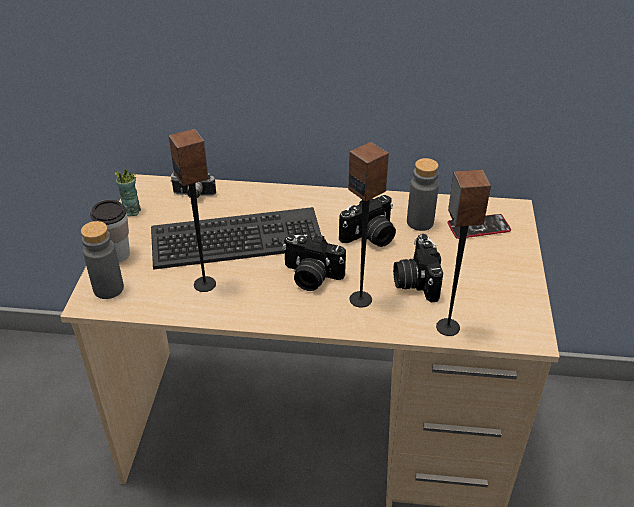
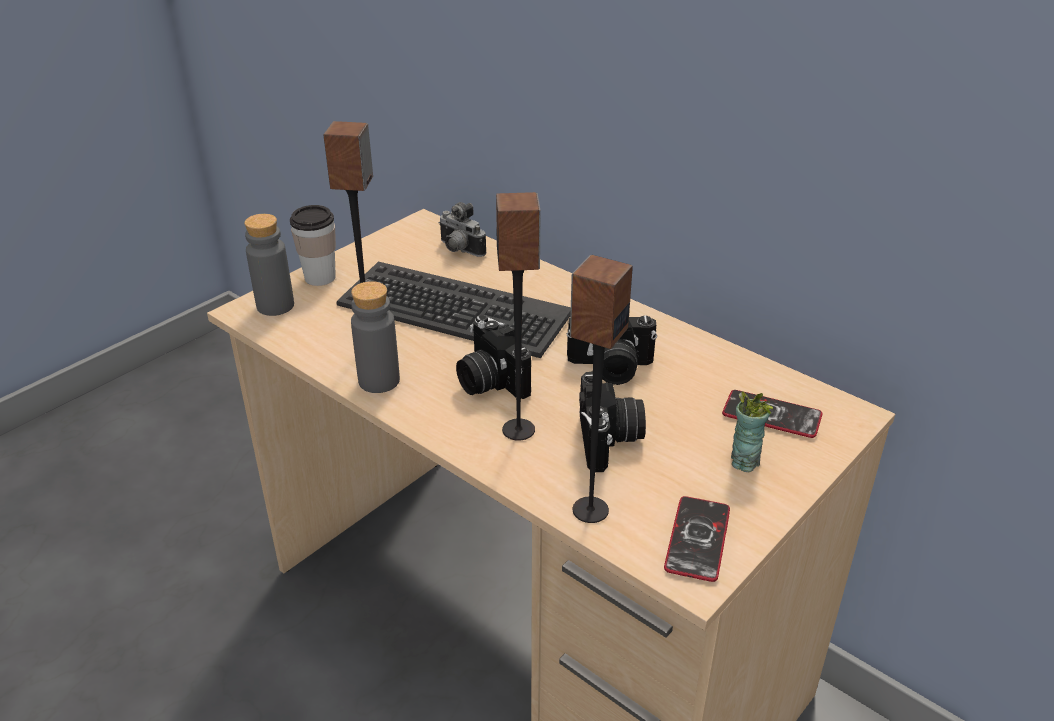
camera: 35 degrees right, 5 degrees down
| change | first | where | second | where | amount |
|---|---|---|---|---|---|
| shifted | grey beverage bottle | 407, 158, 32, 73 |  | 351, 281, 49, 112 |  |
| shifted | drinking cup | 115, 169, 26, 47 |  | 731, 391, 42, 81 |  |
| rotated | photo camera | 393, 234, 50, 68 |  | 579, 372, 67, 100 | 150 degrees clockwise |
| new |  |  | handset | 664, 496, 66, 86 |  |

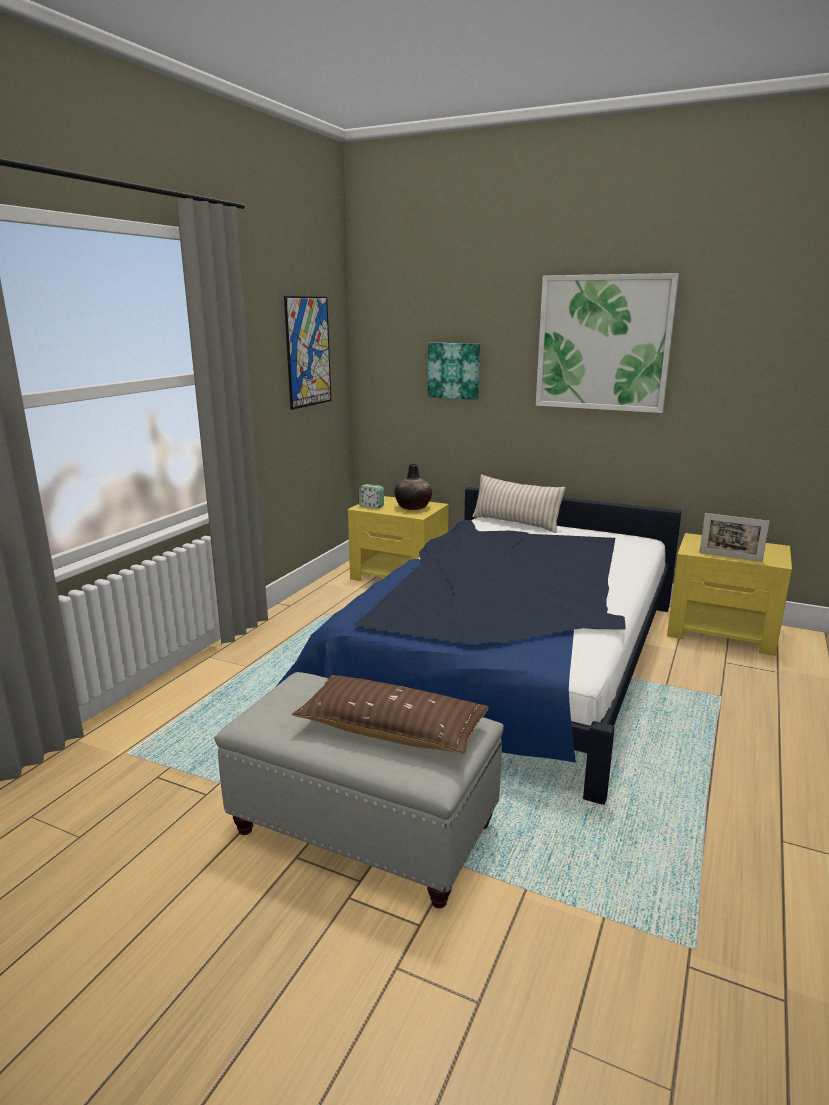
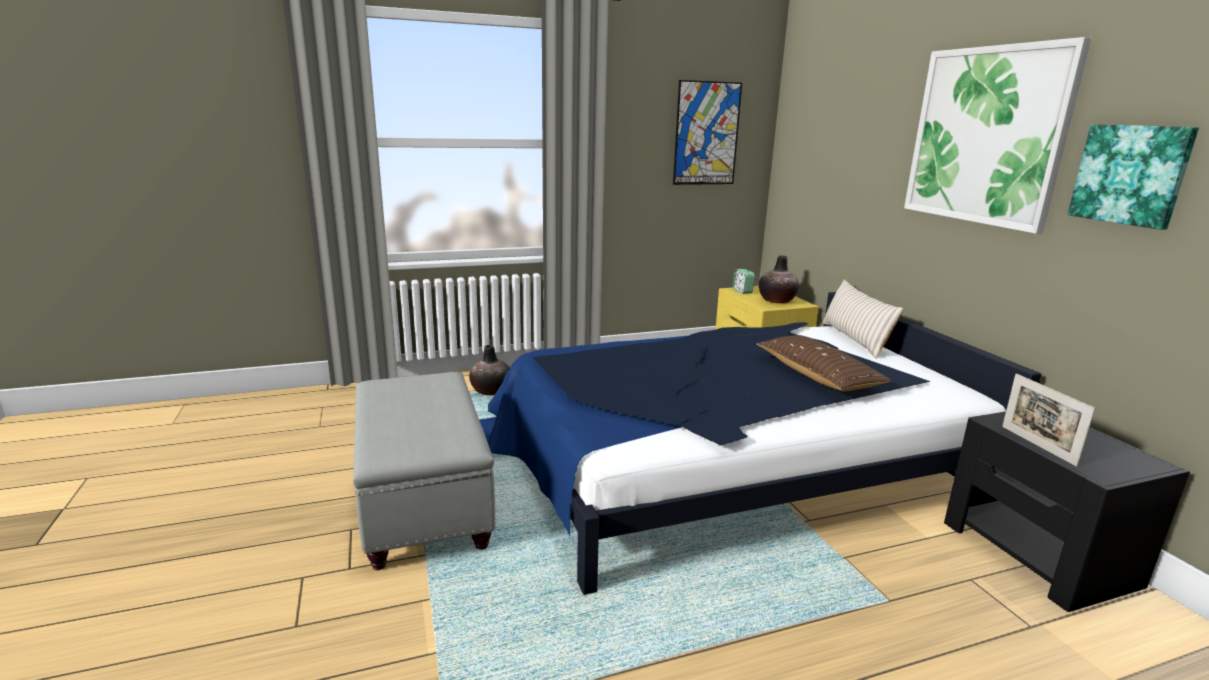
camera: 45 degrees right, 0 degrees up
| change | first | where | second | where | amount |
|---|---|---|---|---|---|
| shifted | wall picture | 428, 343, 52, 57 |  | 1067, 124, 132, 106 |  |
| repainted | yellow-coloured night table | 667, 533, 125, 123 | black night table | 944, 412, 246, 200 |  |
| shifted | brown-coloured cushion | 292, 675, 197, 79 |  | 757, 335, 135, 56 |  |
| new |  |  | flower vase | 469, 345, 41, 51 |  |

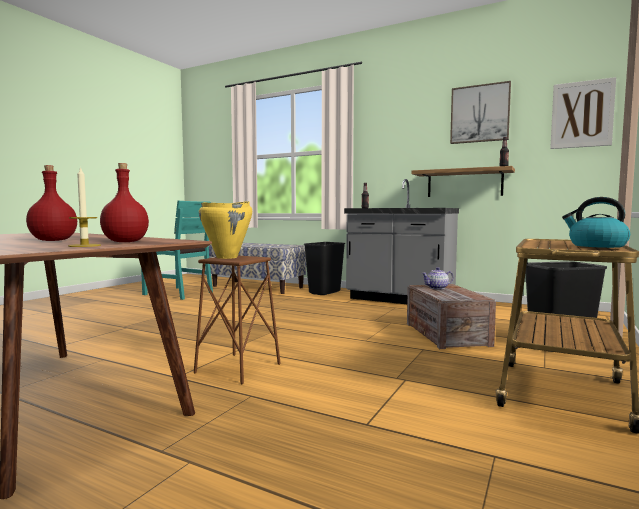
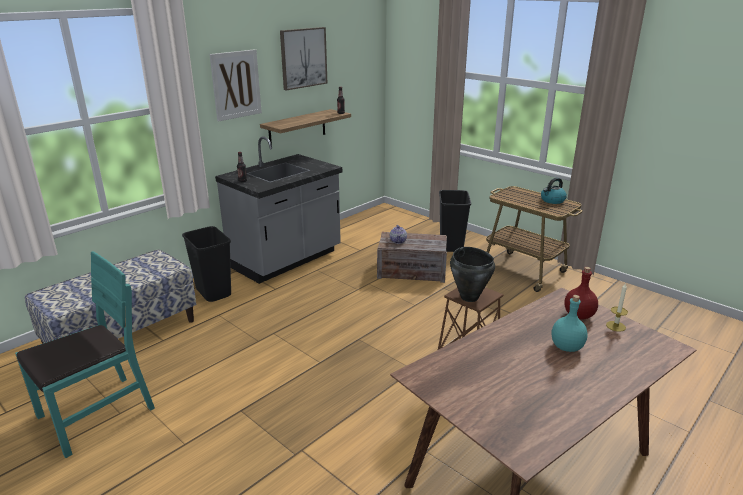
camera: 75 degrees left, 20 degrees up
| change | first | where | second | where | amount |
|---|---|---|---|---|---|
| shifted | wall picture | 550, 77, 66, 72 |  | 210, 49, 52, 72 |  |
| repainted | red beverage bottle | 26, 165, 51, 76 | blue-green beverage bottle | 551, 295, 37, 57 |  |
| repainted | yellow-coloured saucepot | 199, 201, 53, 58 | black saucepot | 450, 247, 45, 55 |  |

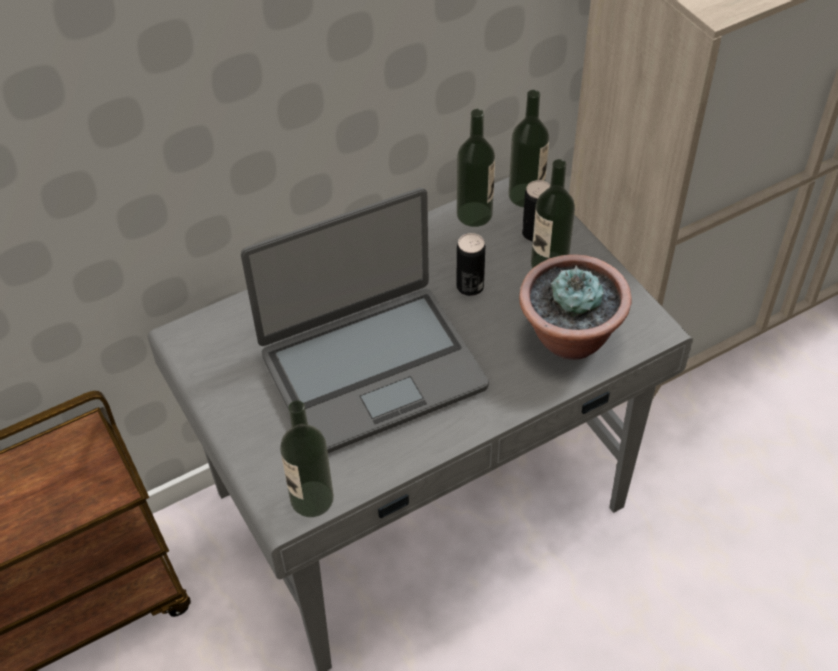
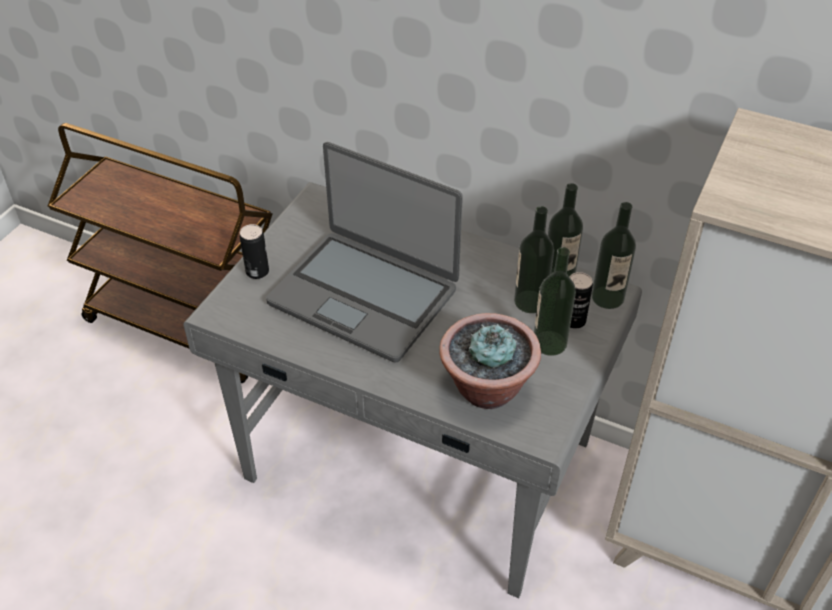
camera: 55 degrees right, 5 degrees down
| change | first | where | second | where | amount |
|---|---|---|---|---|---|
| shifted | sealed can | 456, 233, 29, 63 |  | 240, 224, 29, 55 |  |
| shifted | beverage bottle | 280, 400, 54, 117 |  | 514, 206, 40, 107 |  |

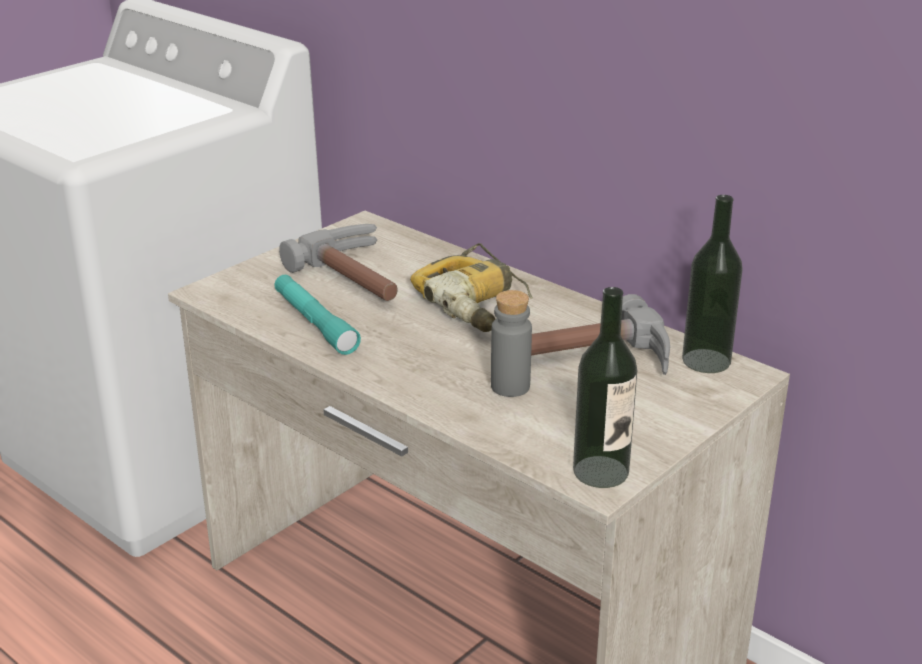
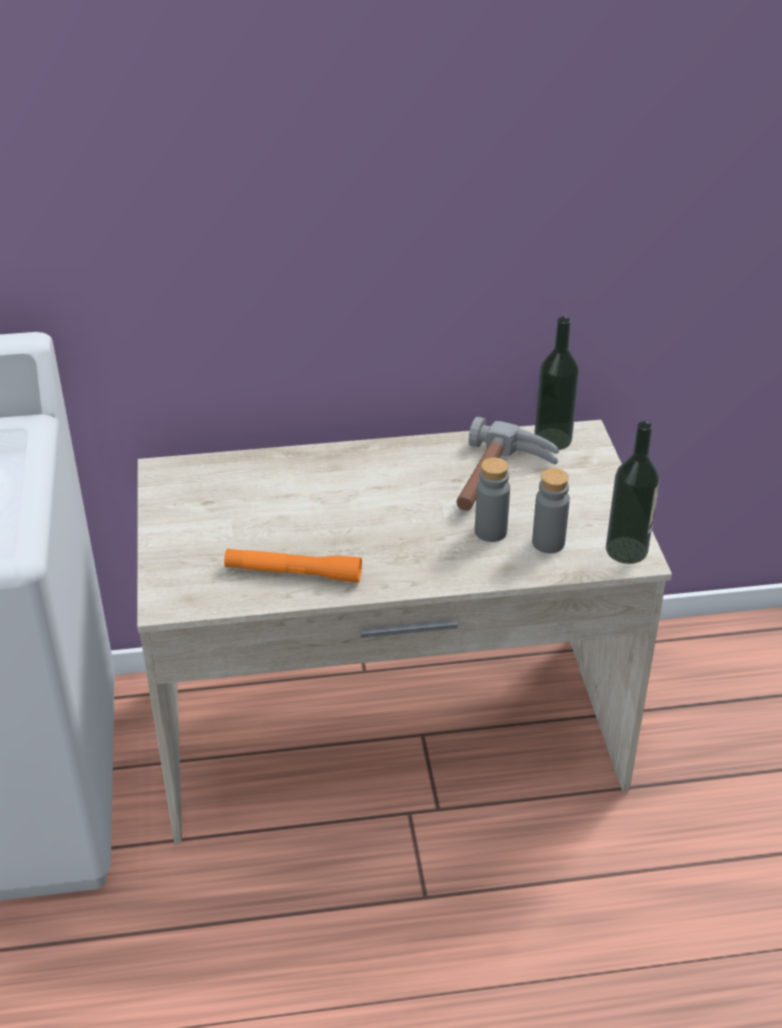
camera: 50 degrees left, 10 degrees up
| change | first | where | second | where | amount |
|---|---|---|---|---|---|
| gone | hand hammer | 279, 224, 119, 77 |  |  |  |
| gone | drill | 410, 243, 123, 89 |  |  |  |
| repainted | blue-green hand torch | 274, 275, 87, 80 | orange-coloured hand torch | 224, 548, 138, 35 |  |
| new |  |  | grey beverage bottle | 532, 468, 38, 85 |  |

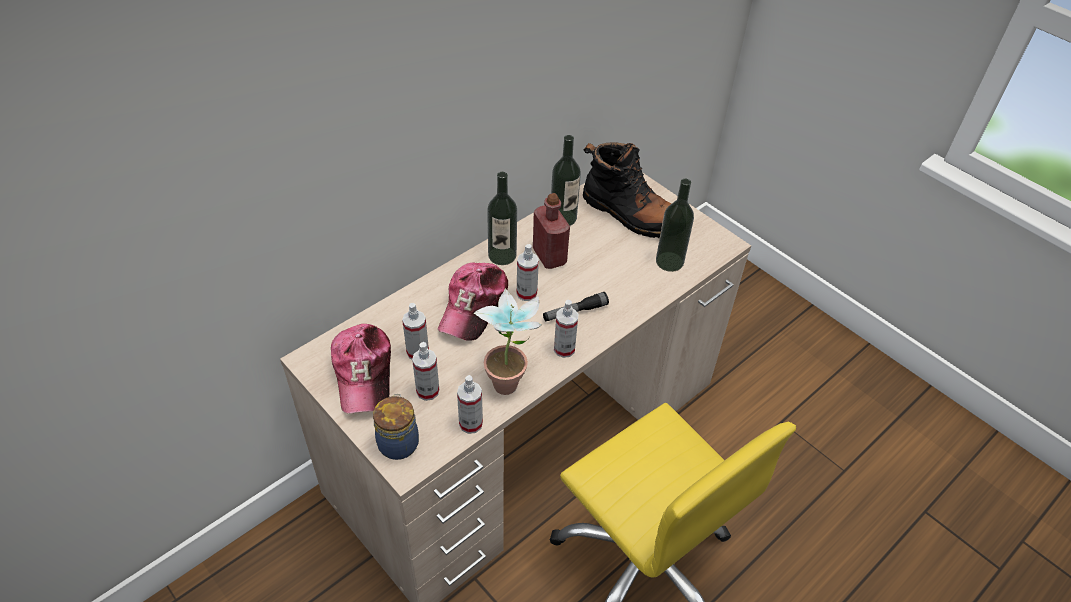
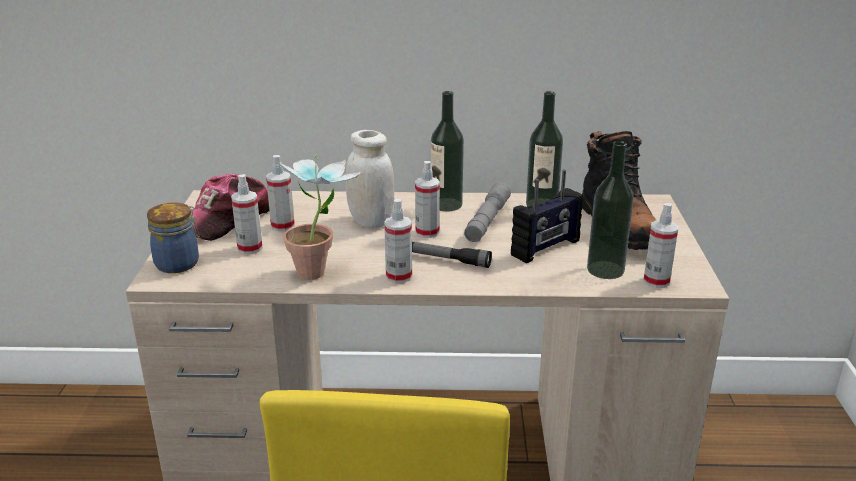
camera: 45 degrees right, 20 degrees down
| change | first | where | second | where | amount |
|---|---|---|---|---|---|
| swapped | red beverage bottle | 533, 193, 37, 76 | grey hand torch | 464, 182, 47, 60 |  |
| swapped | peaked cap | 438, 262, 70, 79 | white preserve jar | 346, 130, 48, 98 |  |
| shifted | spray bottle | 457, 375, 26, 59 |  | 643, 203, 35, 85 |  |
| new |  |  | radio receiver | 511, 170, 73, 93 |  |

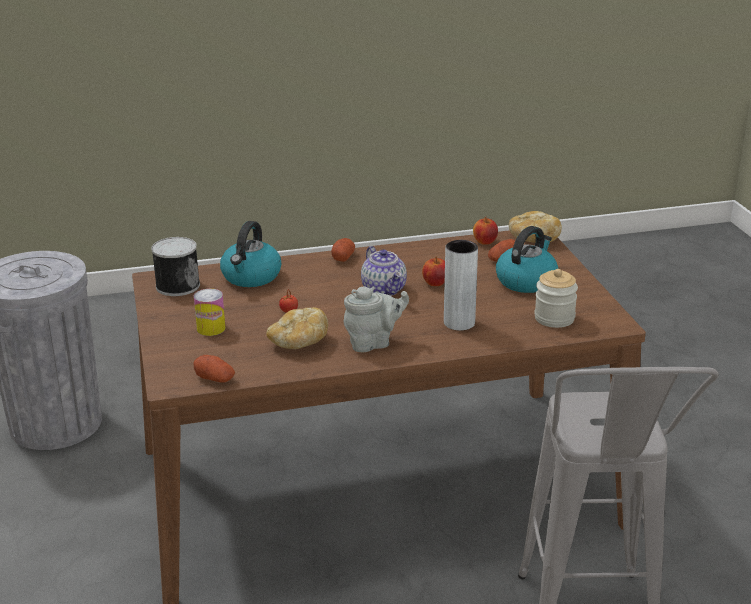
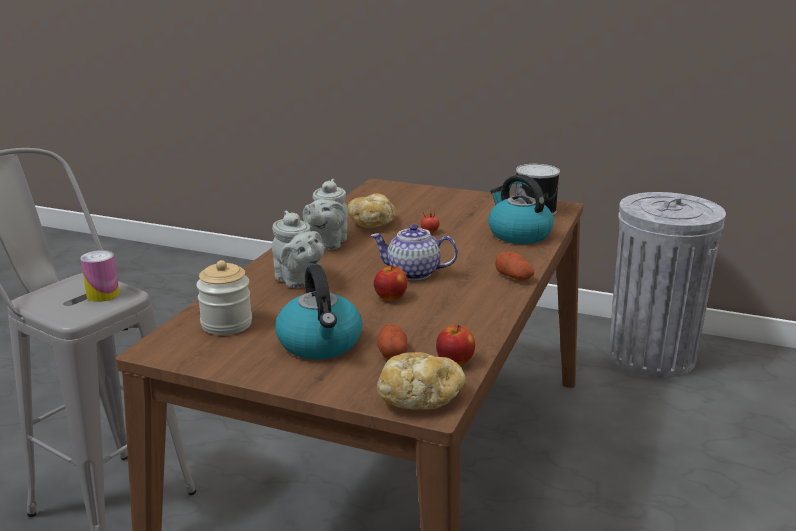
camera: 125 degrees right, 5 degrees down
| change | first | where | second | where | amount |
|---|---|---|---|---|---|
| swapped | grey flower vase | 444, 240, 34, 91 | grey teapot | 272, 210, 52, 78 |  |
| shifted | sealed can | 194, 289, 31, 47 |  | 80, 250, 40, 52 |  |
| gone | whole potato | 194, 355, 41, 28 |  |  |  |

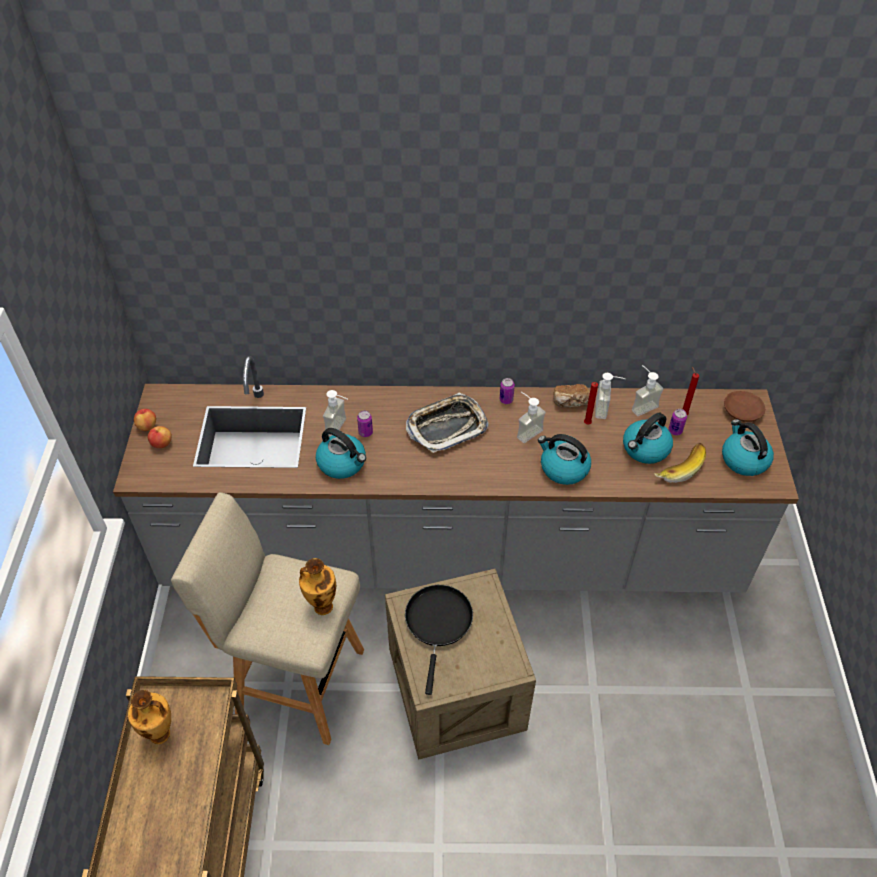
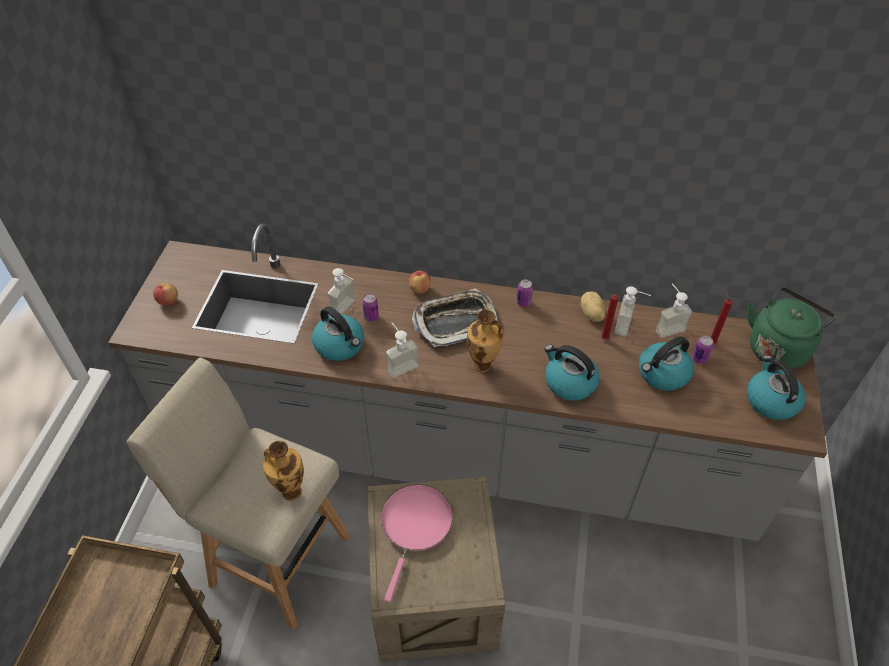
camera: 10 degrees right, 0 degrees up
| change | first | where | second | where | amount |
|---|---|---|---|---|---|
| swapped | bakery bread | 554, 384, 36, 24 | whole potato | 581, 291, 24, 31 |  |
| swapped | brown-coloured flat dish | 724, 391, 41, 31 | green-coloured kettle | 747, 287, 89, 82 |  |
| shifted | soap bottle | 517, 392, 29, 51 |  | 386, 322, 33, 56 |  |
| shifted | apple | 134, 409, 22, 22 |  | 409, 271, 22, 23 |  |
| gone | whole banana | 654, 443, 52, 40 |  |  |  |
| repainted | black skillet | 405, 585, 68, 110 | pink-coloured skillet | 381, 484, 72, 118 |  |
| shifted | flower vase | 128, 690, 43, 54 |  | 467, 310, 36, 62 |  |

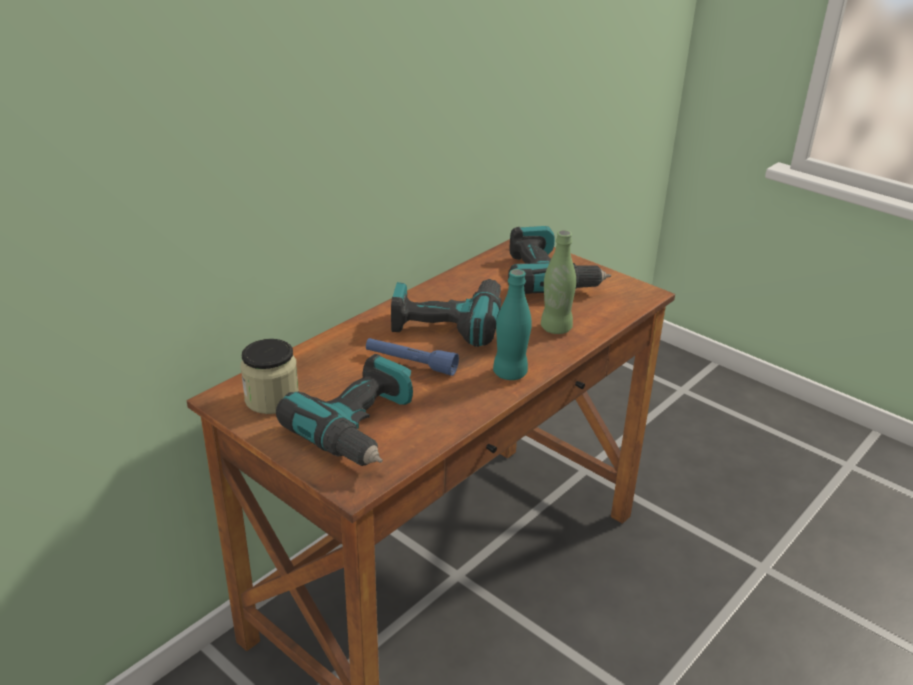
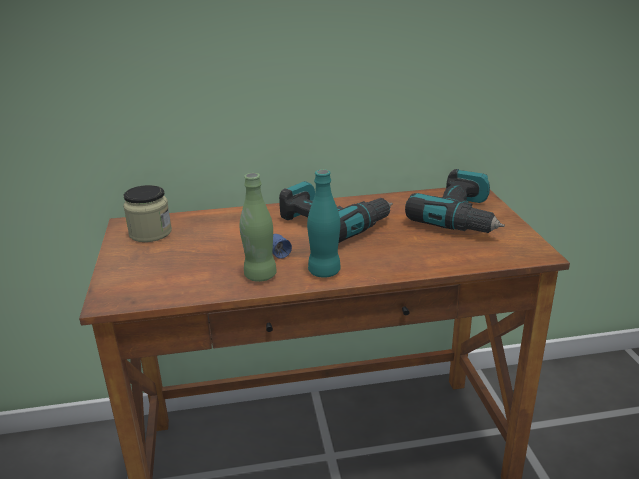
camera: 40 degrees right, 5 degrees down
| change | first | where | second | where | amount |
|---|---|---|---|---|---|
| shifted | green-coloured beverage bottle | 541, 230, 35, 104 |  | 240, 173, 37, 109 |  |
| gone | drill | 276, 354, 137, 112 |  |  |  |

